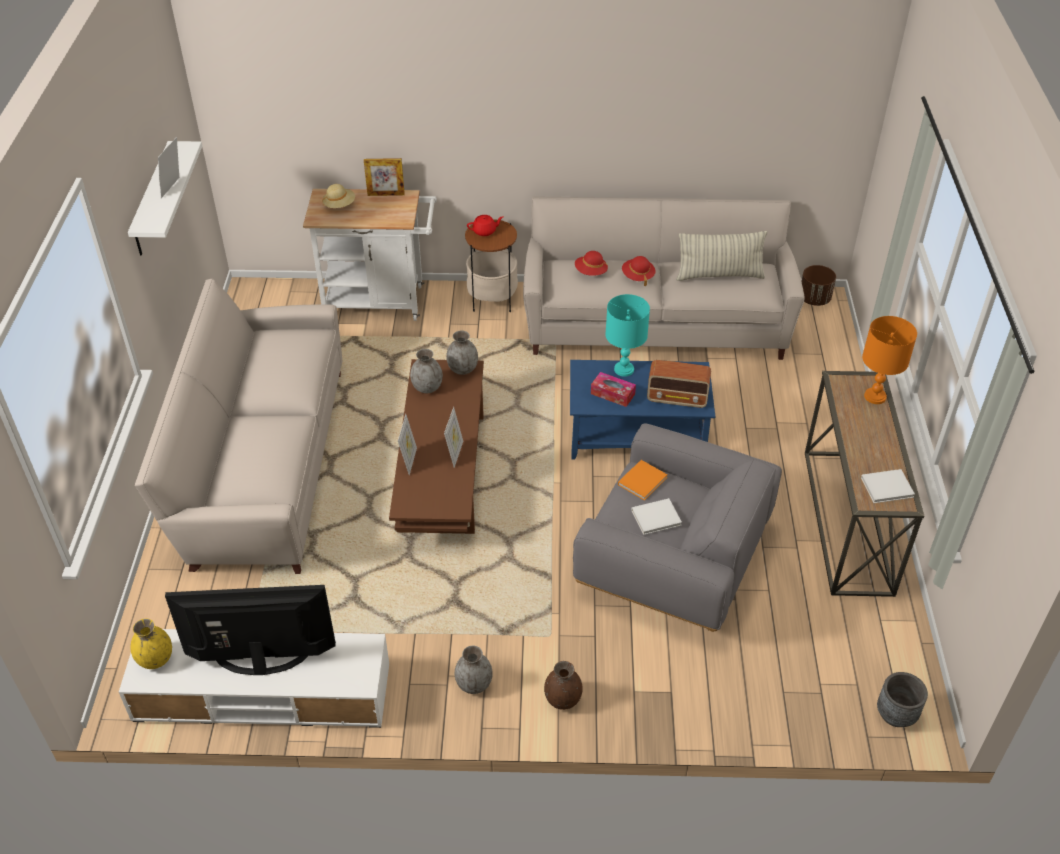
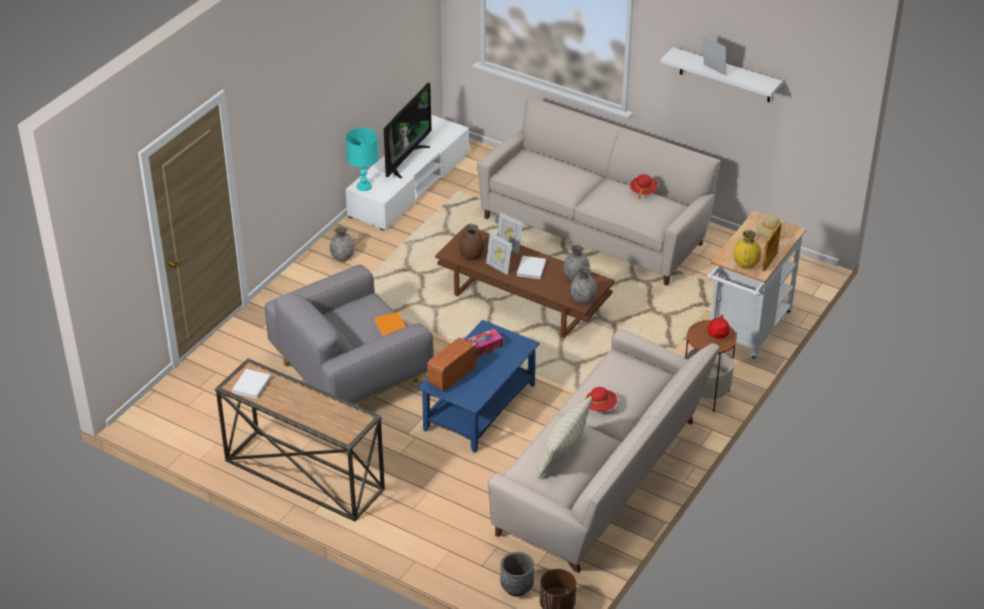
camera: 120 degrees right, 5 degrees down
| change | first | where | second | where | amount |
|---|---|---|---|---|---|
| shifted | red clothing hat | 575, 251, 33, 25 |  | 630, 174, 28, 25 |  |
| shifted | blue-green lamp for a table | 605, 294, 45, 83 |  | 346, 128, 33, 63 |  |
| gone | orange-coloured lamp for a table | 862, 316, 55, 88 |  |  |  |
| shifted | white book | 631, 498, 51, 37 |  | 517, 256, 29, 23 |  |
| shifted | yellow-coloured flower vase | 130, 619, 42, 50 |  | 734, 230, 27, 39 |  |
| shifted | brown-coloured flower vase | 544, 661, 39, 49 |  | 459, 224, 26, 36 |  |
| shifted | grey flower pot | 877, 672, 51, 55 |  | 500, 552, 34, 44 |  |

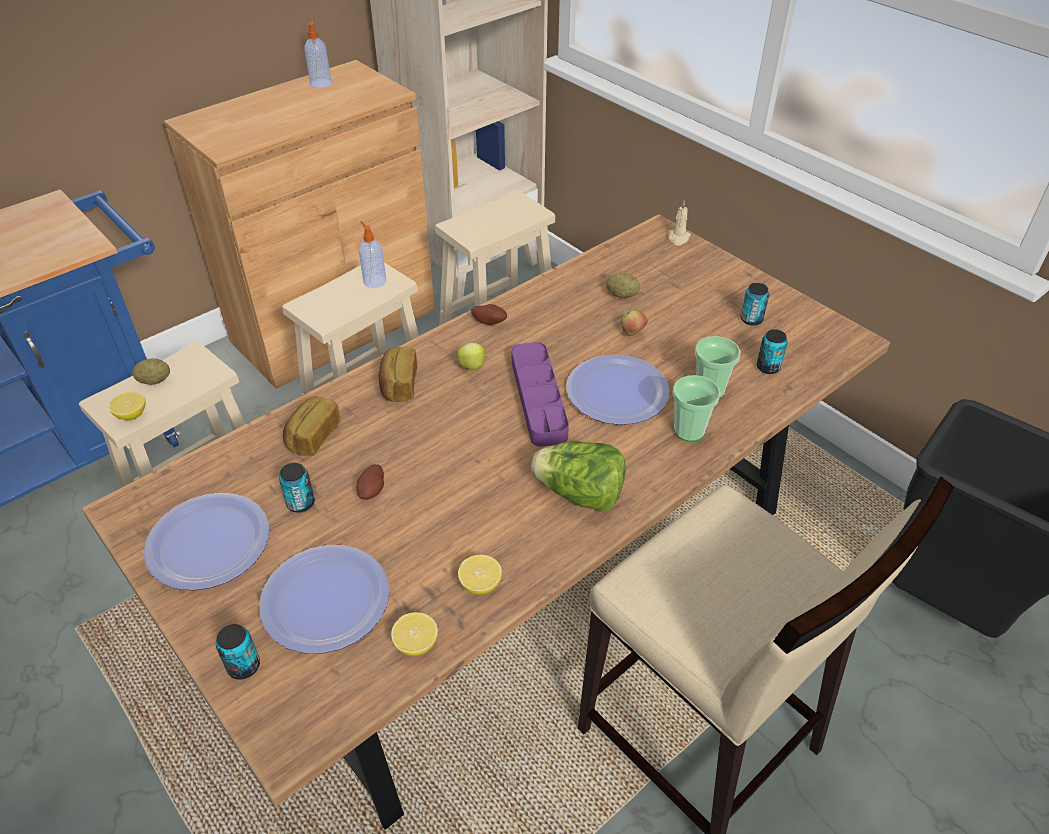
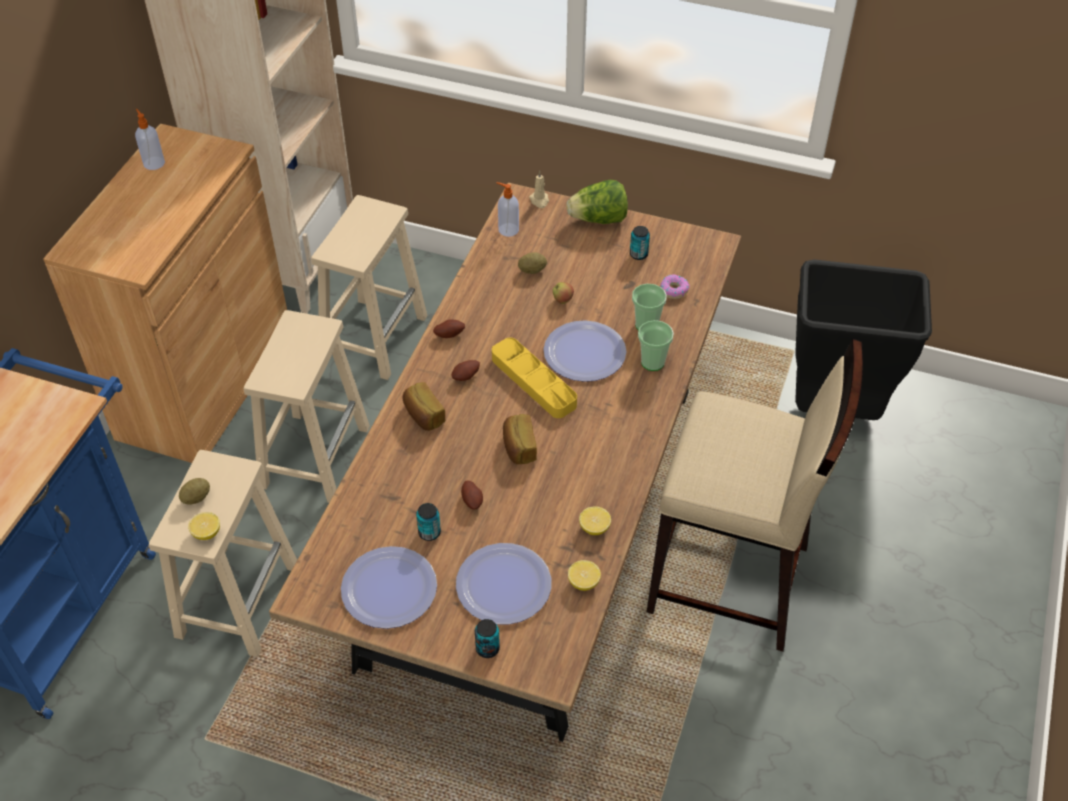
camera: 30 degrees left, 5 degrees up
| change | first | where | second | where | amount |
|---|---|---|---|---|---|
| shifted | soap bottle | 359, 221, 27, 67 |  | 497, 182, 22, 55 |  |
| swapped | sealed can | 756, 329, 32, 45 | doughnut | 660, 275, 30, 24 |  |
| swapped | apple | 456, 342, 32, 28 | whole potato | 451, 360, 29, 21 |  |
| repainted | purplish carrying tray | 512, 342, 57, 105 | yellow-coloured carrying tray | 492, 338, 85, 80 |  |
| shifted | bakery bread | 283, 396, 58, 60 |  | 503, 414, 34, 50 |  |
| shifted | lettuce head | 531, 441, 95, 72 |  | 566, 180, 62, 44 |  |

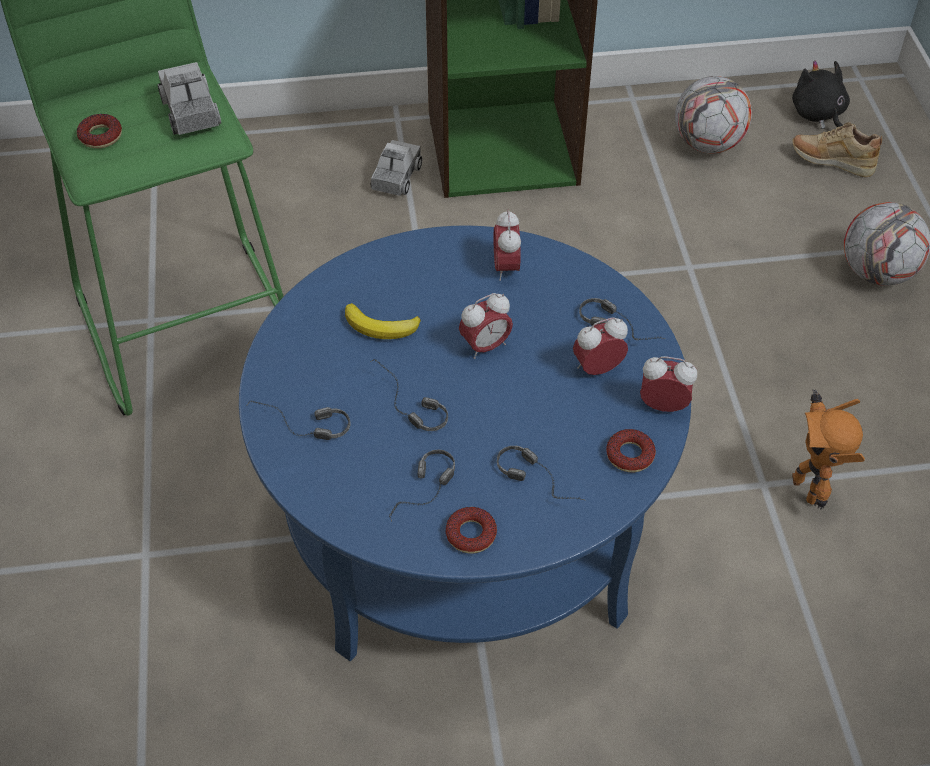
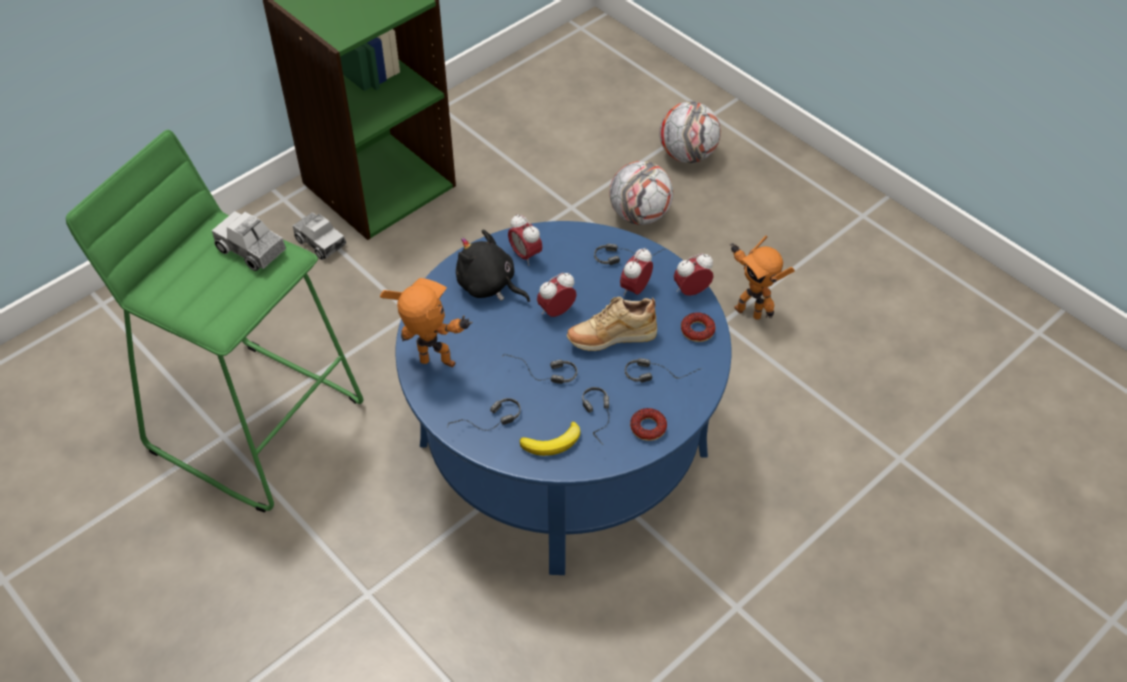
camera: 35 degrees left, 0 degrees up
| change | first | where | second | where | amount |
|---|---|---|---|---|---|
| shifted | black cuddly toy | 792, 60, 58, 69 |  | 456, 230, 74, 72 |  |
| shifted | football ball | 675, 76, 77, 77 |  | 610, 161, 63, 64 |  |
| gone | doughnut | 77, 114, 45, 34 |  |  |  |
| shifted | beige item of footwear | 793, 122, 89, 55 |  | 567, 297, 90, 54 |  |
| rotated | toy lorry | 371, 140, 51, 56 |  | 293, 212, 53, 48 | 150 degrees clockwise |
| rotated | table clock | 459, 293, 54, 66 |  | 537, 273, 40, 44 | 150 degrees counterclockwise |
| shifted | whole banana | 345, 303, 76, 36 |  | 520, 421, 61, 35 |  |
| new |  |  | robot figure | 380, 278, 93, 90 |  |

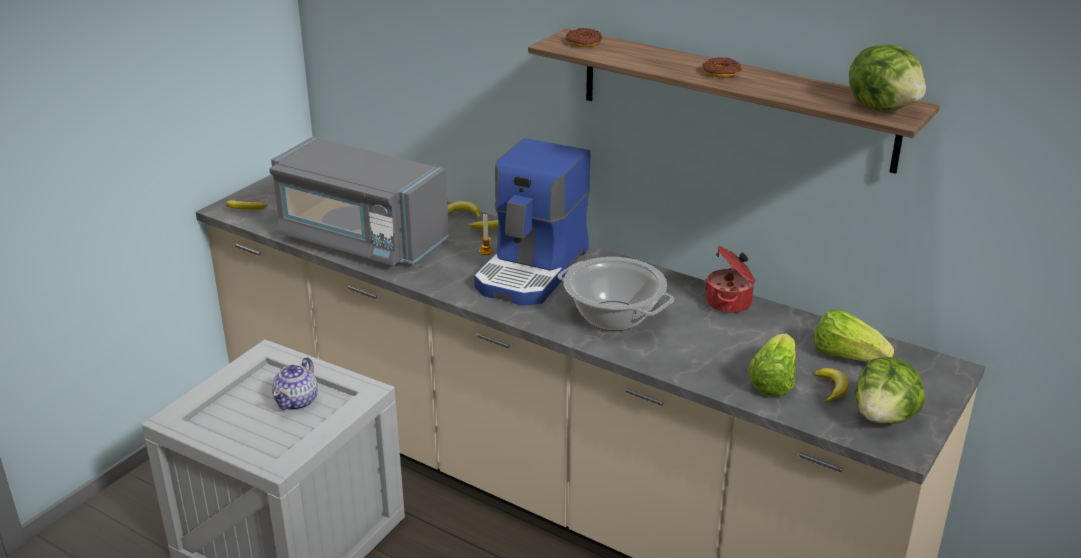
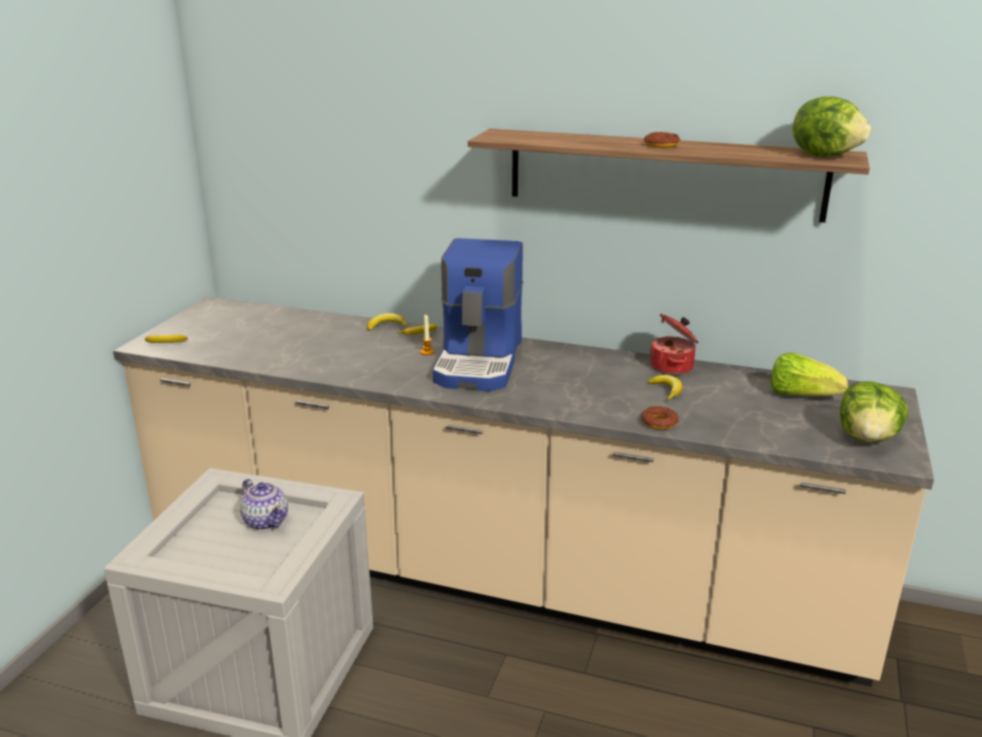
camera: 15 degrees left, 5 degrees down
| change | first | where | second | where | amount |
|---|---|---|---|---|---|
| shifted | doughnut | 566, 28, 36, 19 |  | 641, 406, 38, 23 |  |
| gone | grey kitchen microwave | 269, 137, 180, 129 |  |  |  |
| gone | saucepot | 558, 257, 116, 74 |  |  |  |
| gone | lettuce head | 748, 334, 48, 62 |  |  |  |
| rotated | teapot | 272, 357, 46, 53 |  | 240, 479, 48, 51 | 45 degrees counterclockwise |
| shifted | whole banana | 814, 368, 34, 35 |  | 648, 375, 34, 26 |  |

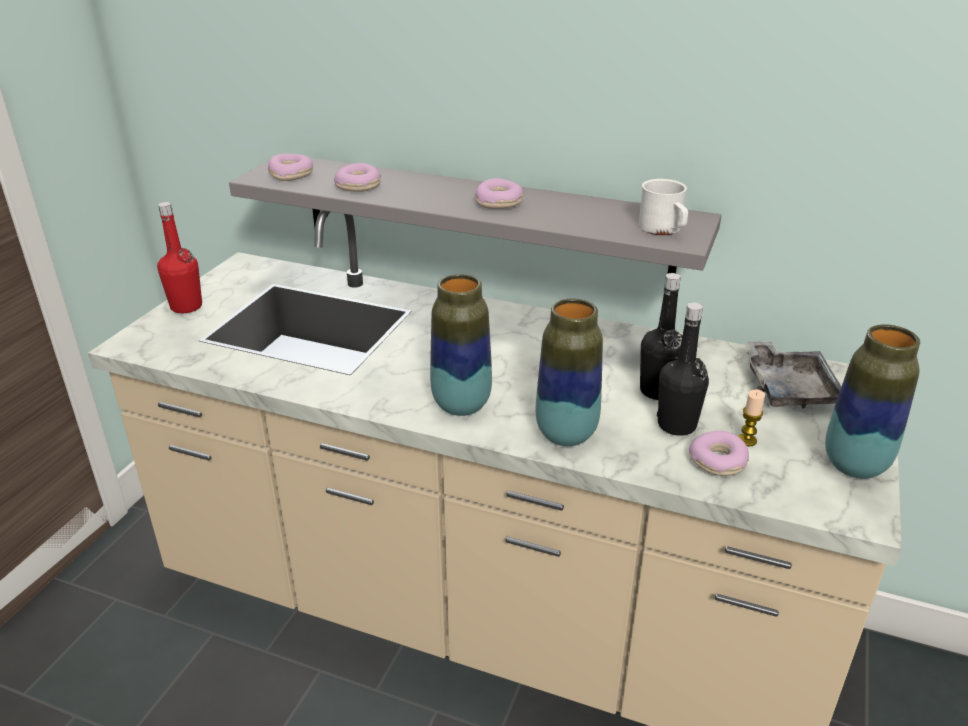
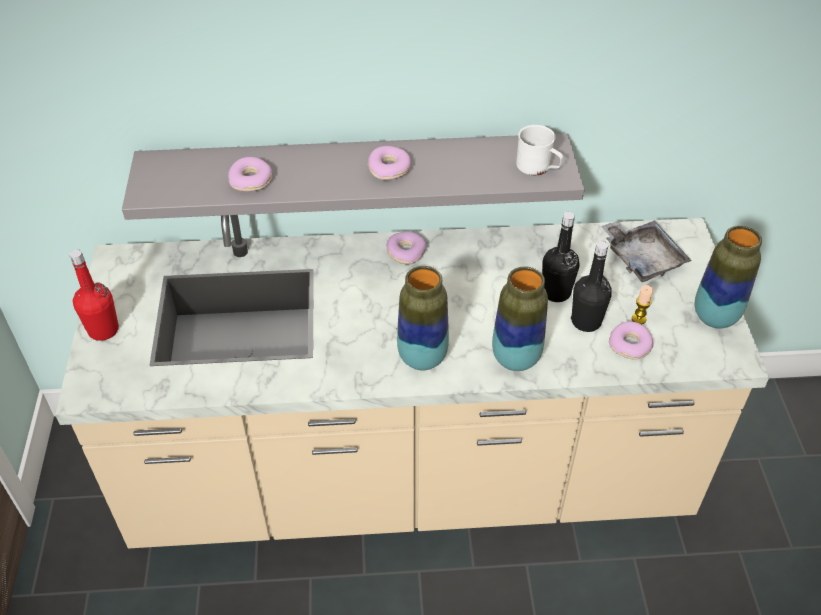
camera: 25 degrees left, 15 degrees up
| change | first | where | second | where | amount |
|---|---|---|---|---|---|
| shifted | doughnut | 268, 154, 45, 27 |  | 386, 232, 40, 33 |  |

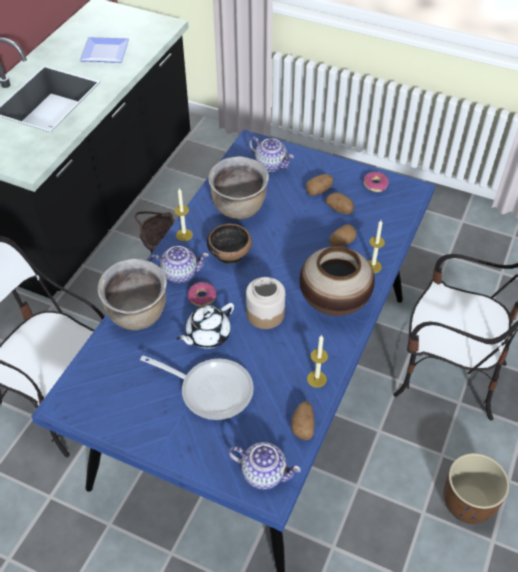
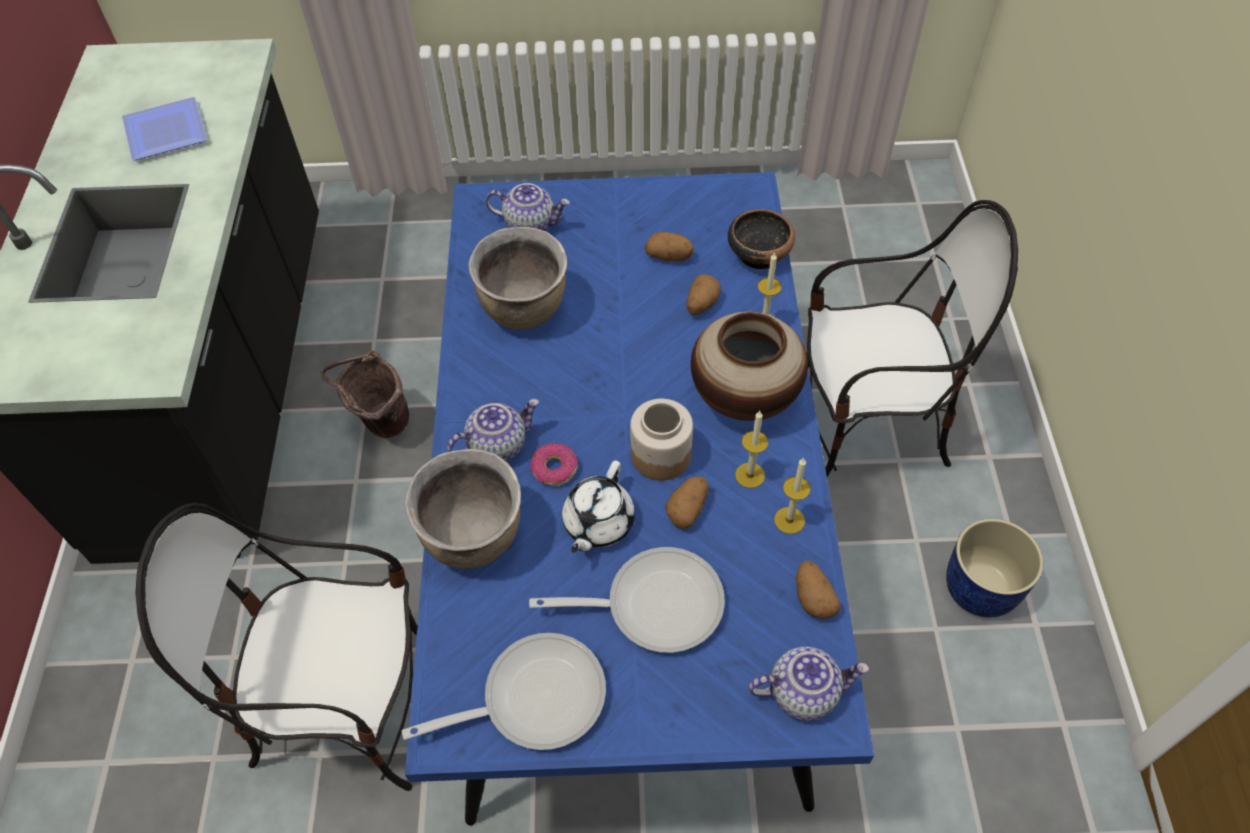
camera: 25 degrees left, 5 degrees up
| change | first | where | second | where | amount |
|---|---|---|---|---|---|
| gone | doughnut | 363, 172, 26, 20 |  |  |  |
| shifted | whole potato | 306, 174, 27, 22 |  | 665, 476, 43, 53 |  |
| shifted | wax candle | 174, 188, 19, 53 |  | 735, 411, 34, 77 |  |
| shifted | bowl | 207, 224, 45, 40 |  | 728, 209, 67, 61 |  |
| repainted | brown-coloured flower pot | 443, 453, 67, 71 | bluish flower pot | 946, 519, 97, 99 |  |
| new |  |  | skillet | 402, 633, 204, 117 |  |

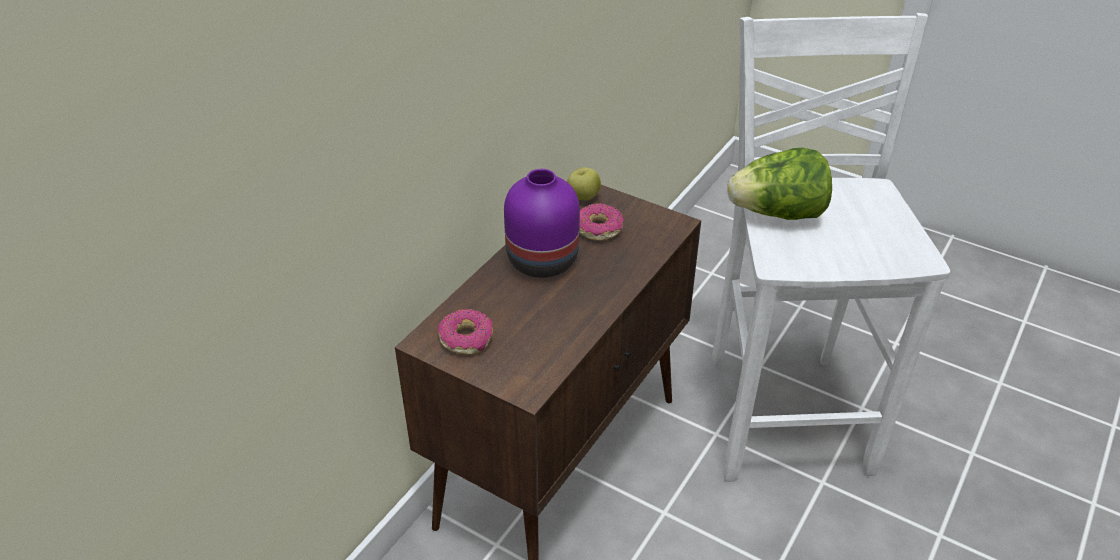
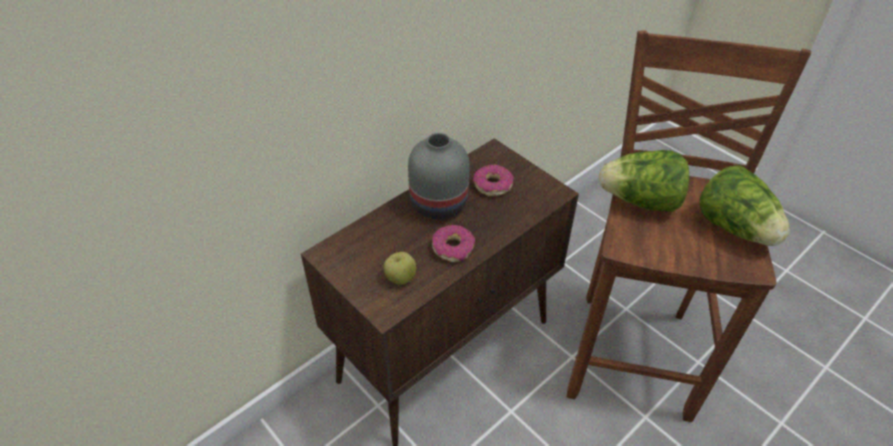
camera: 15 degrees right, 5 degrees up
| change | first | where | second | where | amount |
|---|---|---|---|---|---|
| repainted | white stool | 710, 13, 240, 469 | brown-coloured stool | 567, 31, 244, 391 |  |
| shifted | apple | 567, 167, 34, 34 |  | 383, 252, 33, 33 |  |
| repainted | purplish flower vase | 504, 169, 76, 109 | grey flower vase | 408, 133, 62, 86 |  |
| shifted | doughnut | 438, 309, 55, 46 |  | 432, 225, 43, 37 |  |
| new |  |  | lettuce head | 699, 165, 91, 81 |  |

